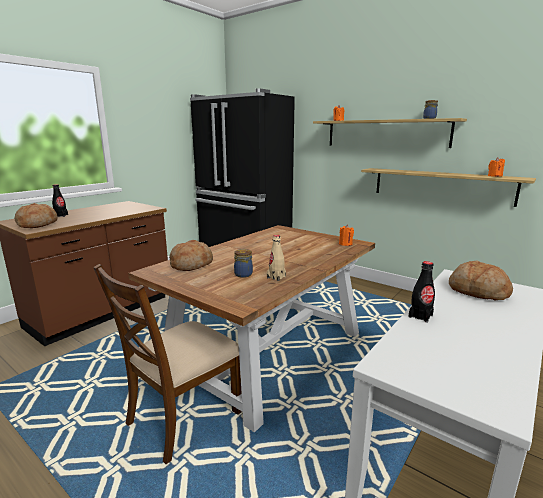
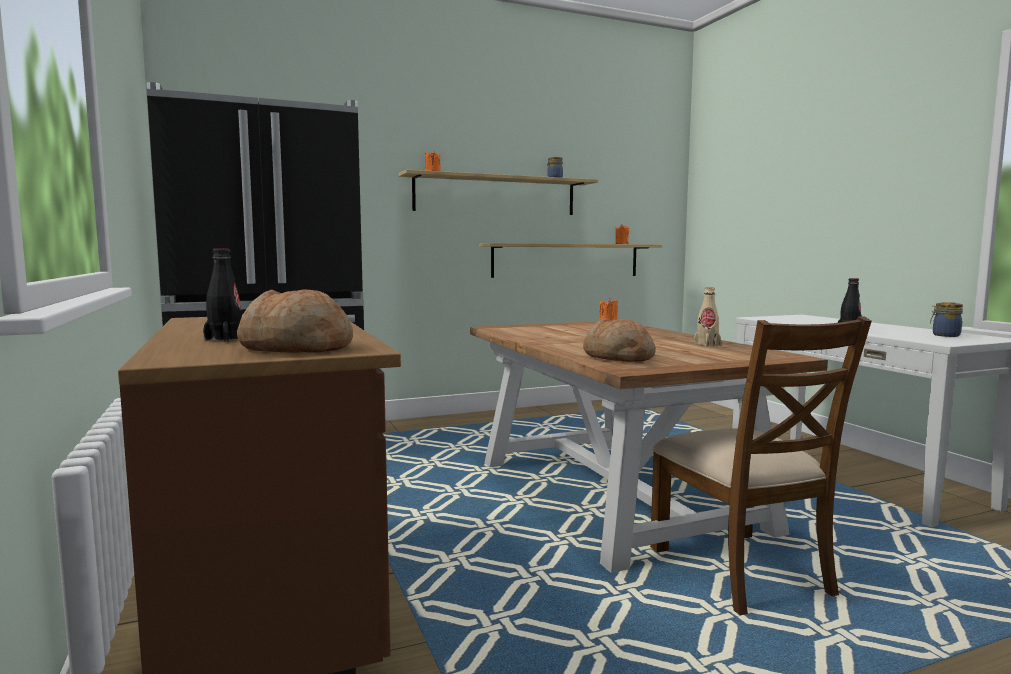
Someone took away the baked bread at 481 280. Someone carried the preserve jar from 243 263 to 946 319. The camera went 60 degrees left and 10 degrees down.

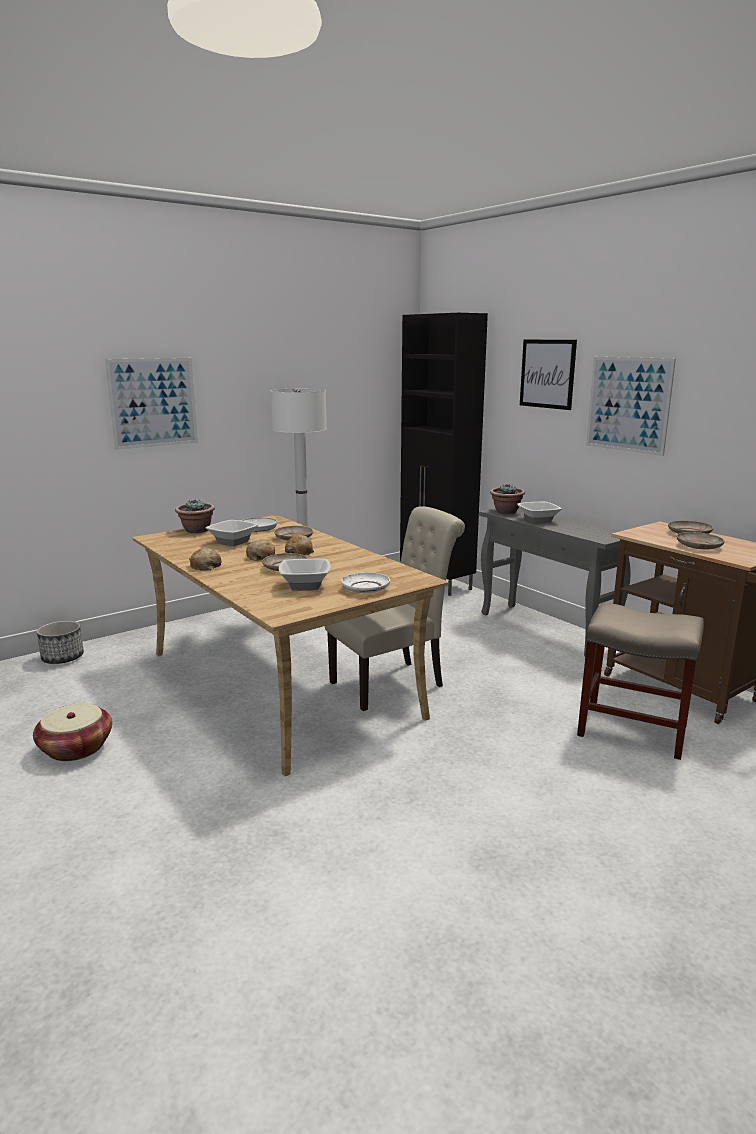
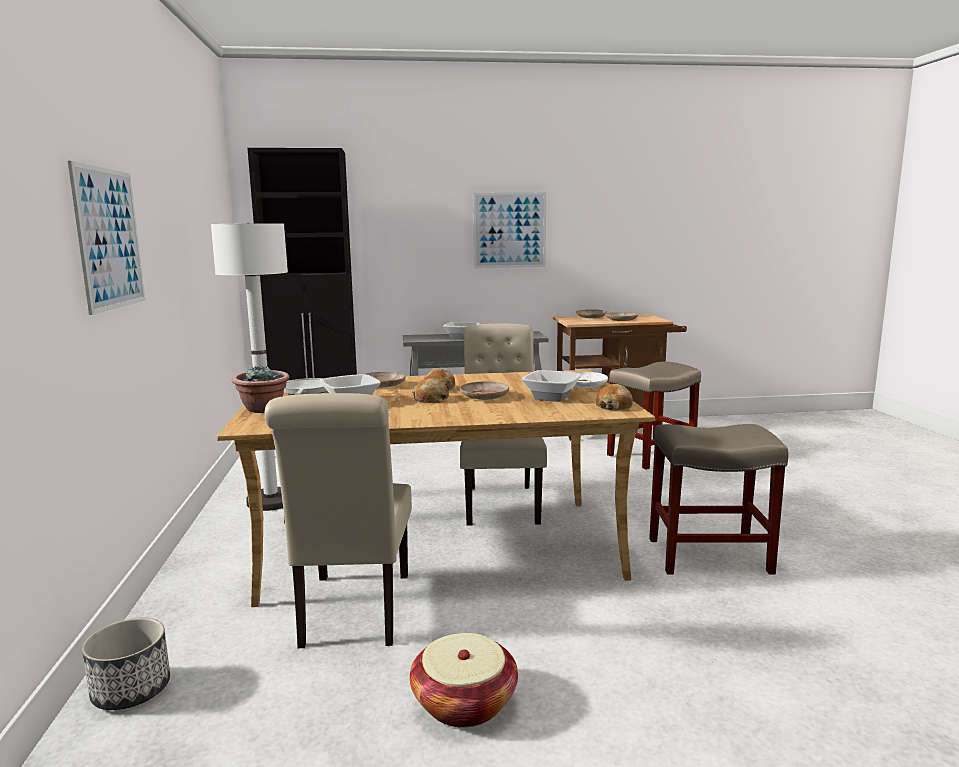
Someone took away the potted plant at 507 499. Someone took away the picture at 548 375. Someone put down the sand-coloured upright chair at 338 520. Someone put down the sand-coloured stool at 718 499. Someone carried the baked bread from 205 559 to 614 397. The camera went 60 degrees left and 5 degrees down.

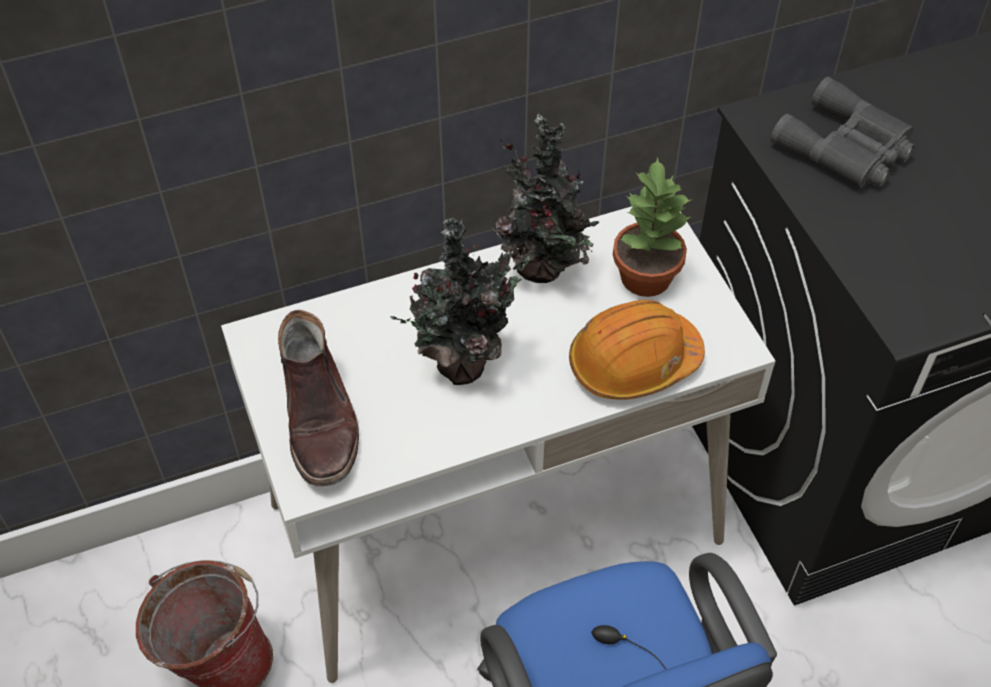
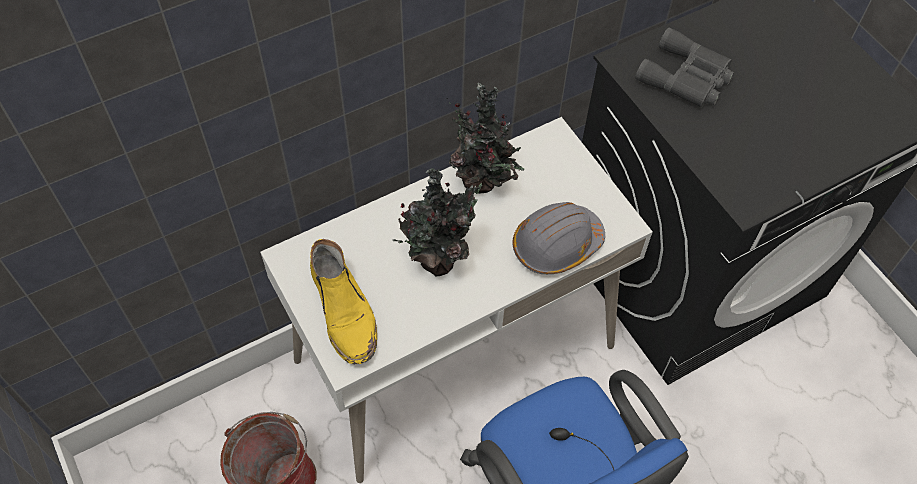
Someone took away the potted plant at 652 227. Someone repainted the brown high-top boot at 318 398, which became the yellow-coloured high-top boot at 343 301. Someone repainted the orangey work helmet at 637 350, which became the grey work helmet at 558 238. The camera went 10 degrees left and 5 degrees up.

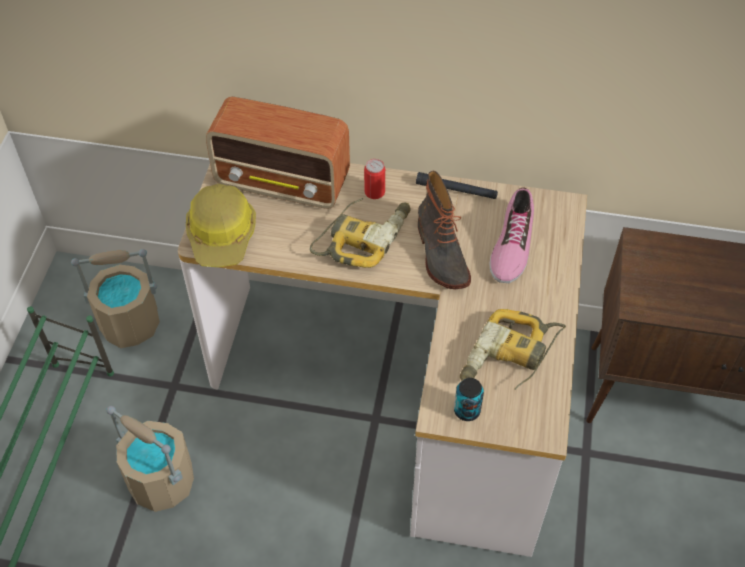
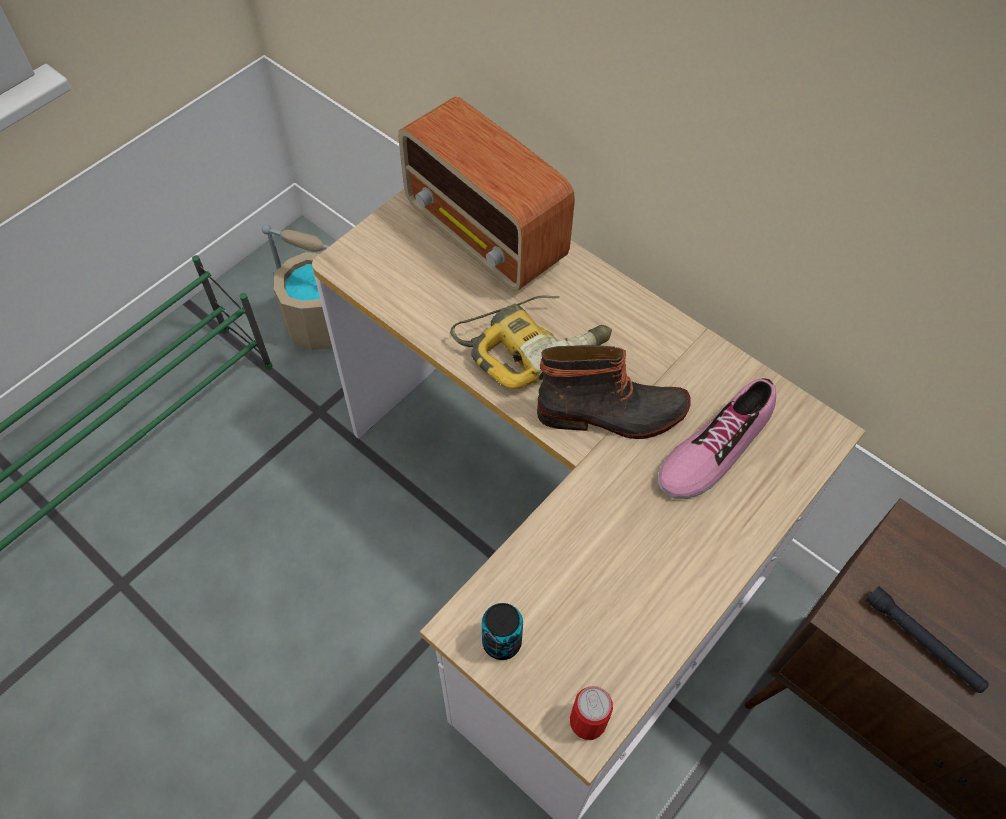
Someone took away the sand-coloured bucket at 150 459. Someone took away the work helmet at 221 225. Someone took away the drill at 513 349. Someone carried the sealed can from 374 179 to 591 713. Someone carried the black hand torch from 457 185 to 927 639. Someone rotated the high-top boot at 444 230 by 105 degrees counterclockwise. The camera went 30 degrees right and 5 degrees up.

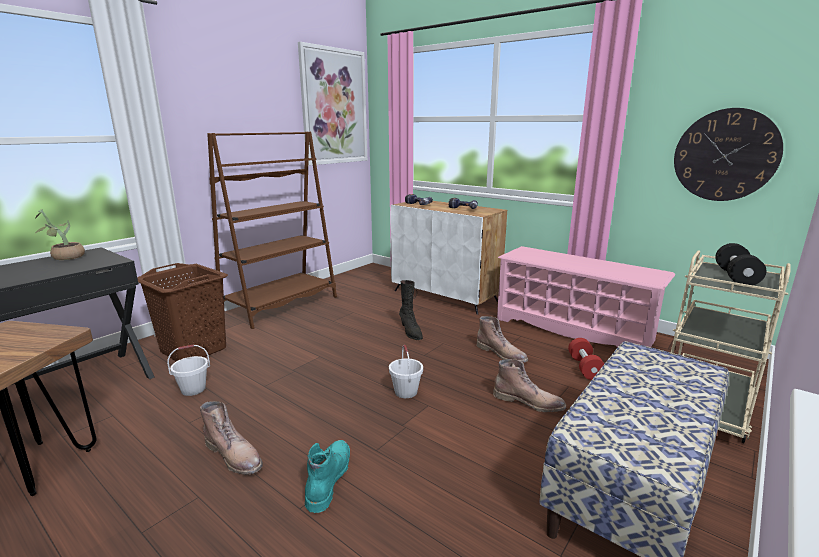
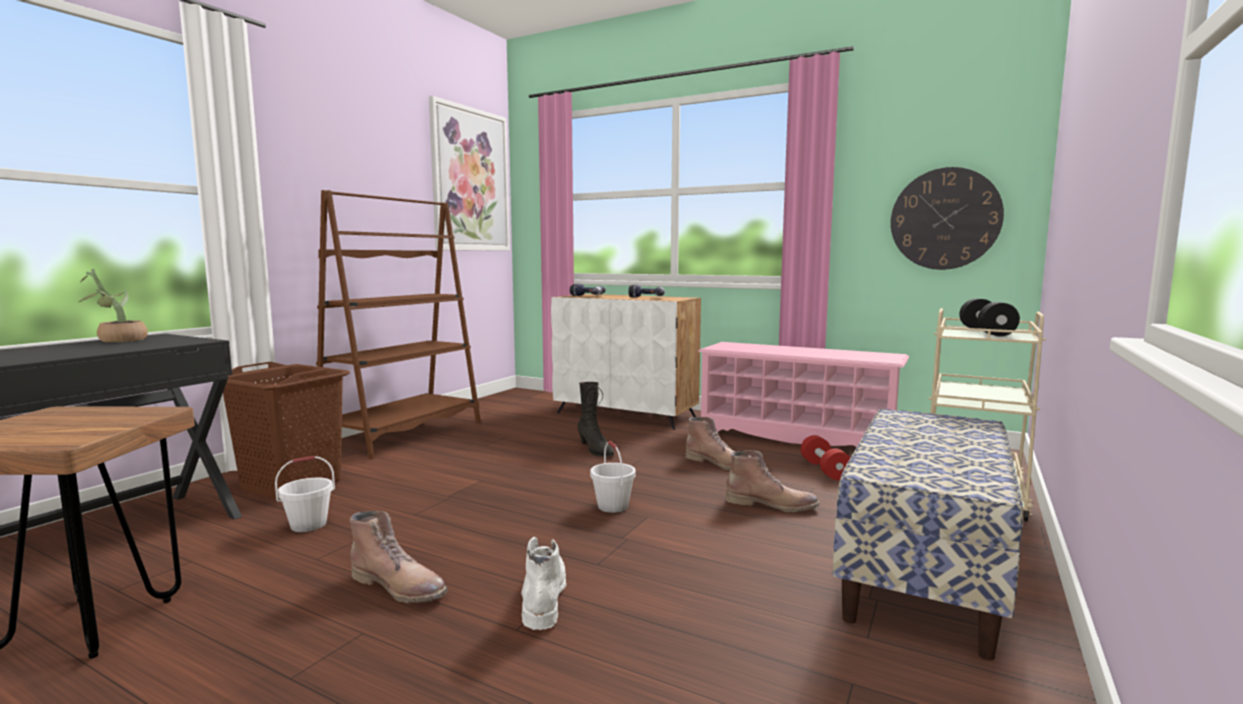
Someone repainted the turquoise-coloured high-top boot at 327 476, which became the whitish high-top boot at 543 583. The camera went 10 degrees left and 10 degrees down.

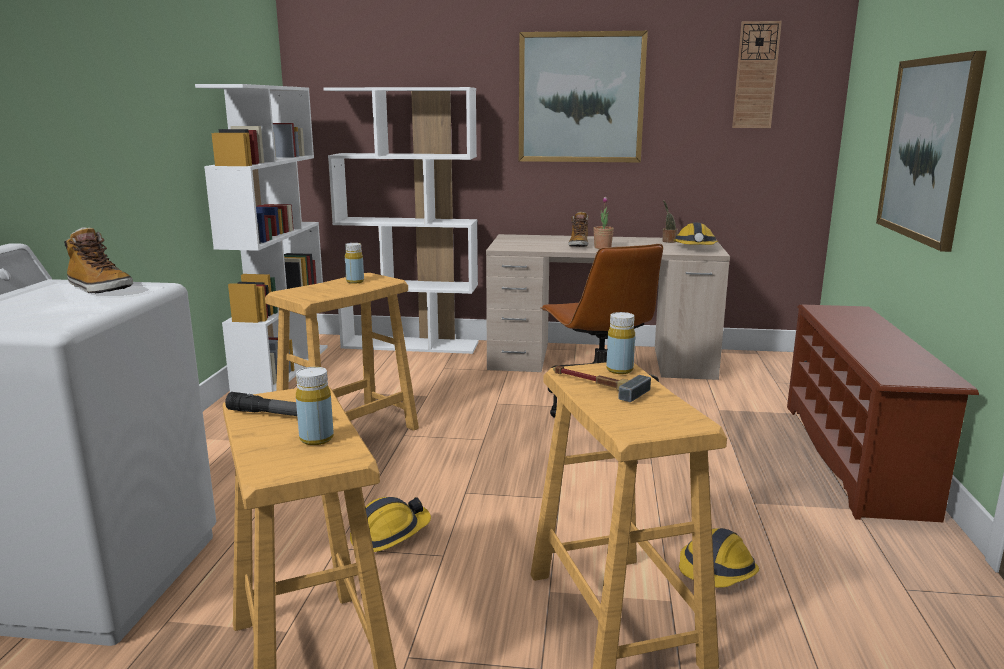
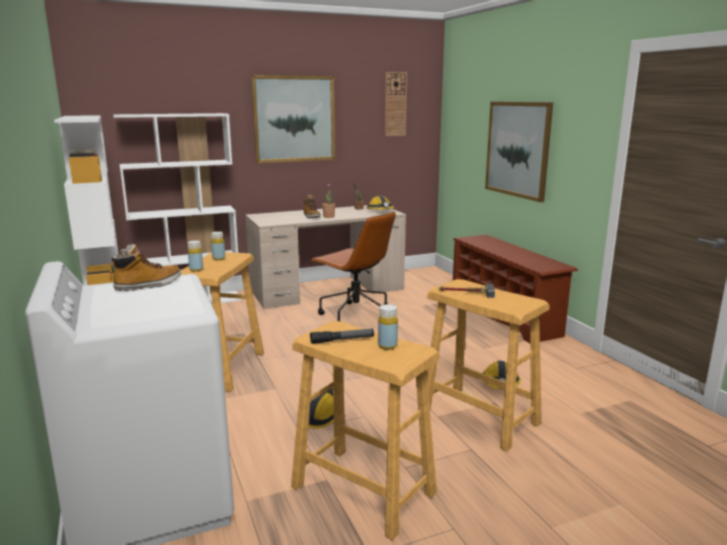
Someone carried the yellow-coloured beverage bottle from 620 343 to 195 256. Someone rotated the high-top boot at 98 260 by 45 degrees counterclockwise. The camera went 30 degrees left and 0 degrees up.

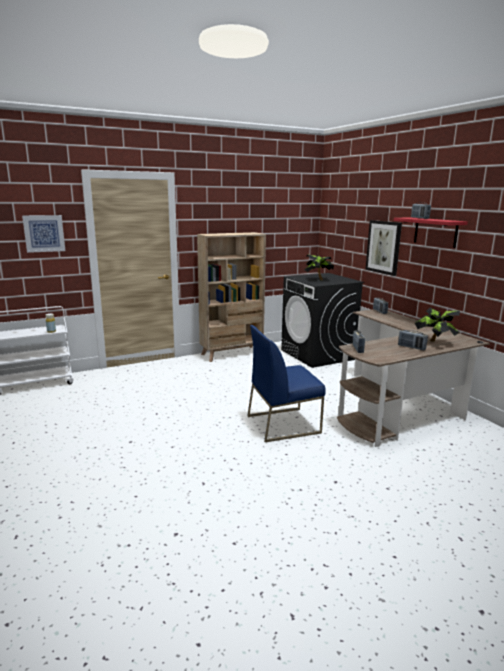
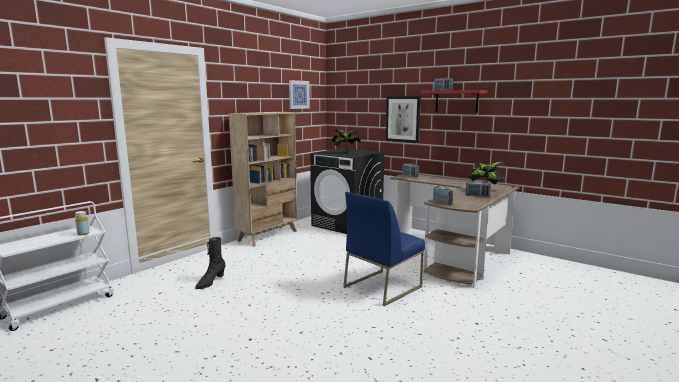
Someone put down the black high-top boot at 210 263. Someone carried the picture from 43 234 to 299 94. The camera went 25 degrees left and 5 degrees down.

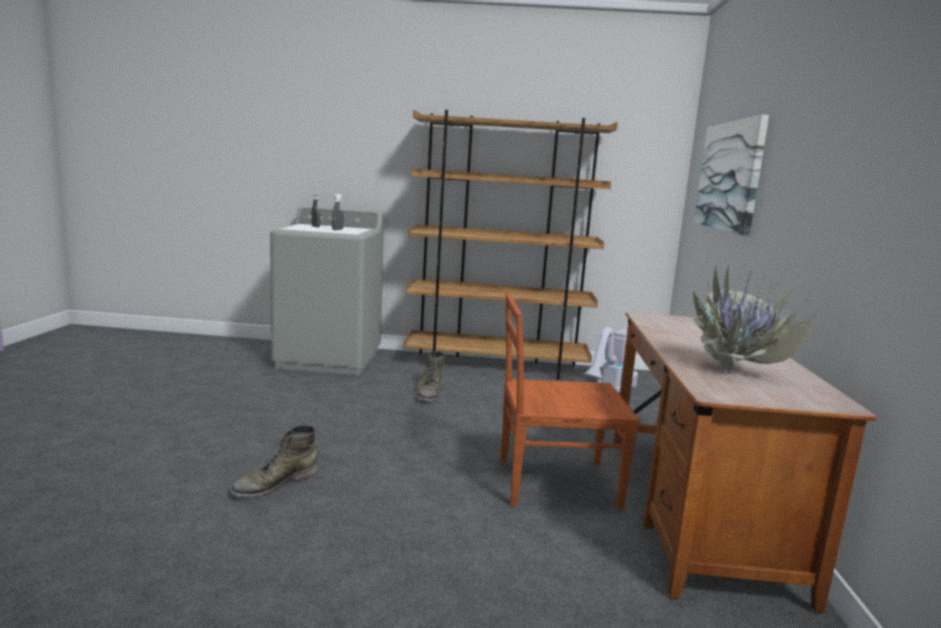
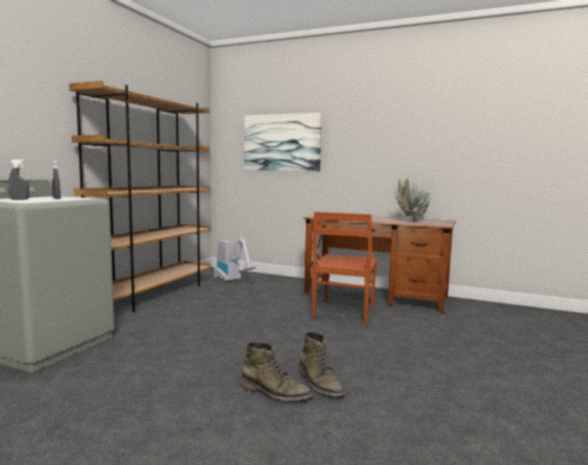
Someone carried the green high-top boot from 430 376 to 276 371. The camera went 70 degrees left and 5 degrees down.

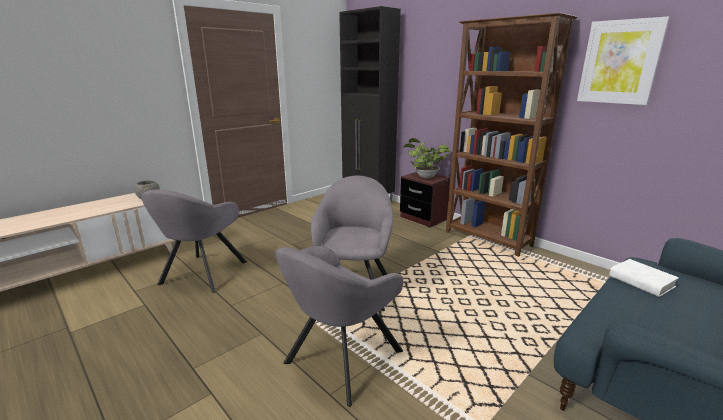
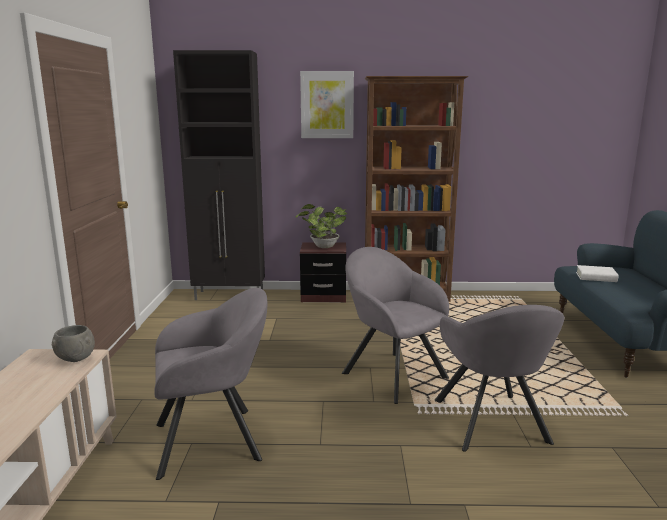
Someone carried the picture from 623 61 to 327 104. Someone rotated the grey easy chair at 194 241 by 75 degrees counterclockwise. The camera went 45 degrees left and 5 degrees down.

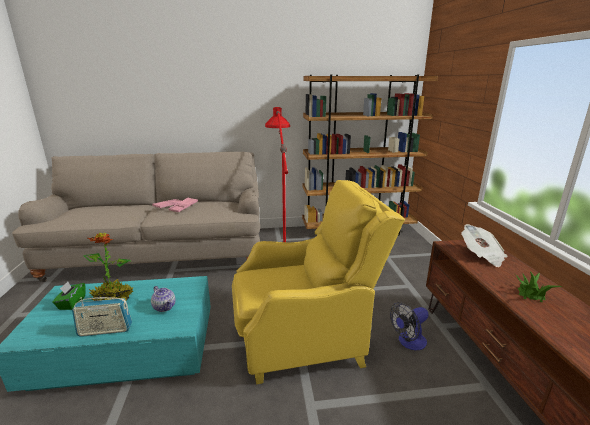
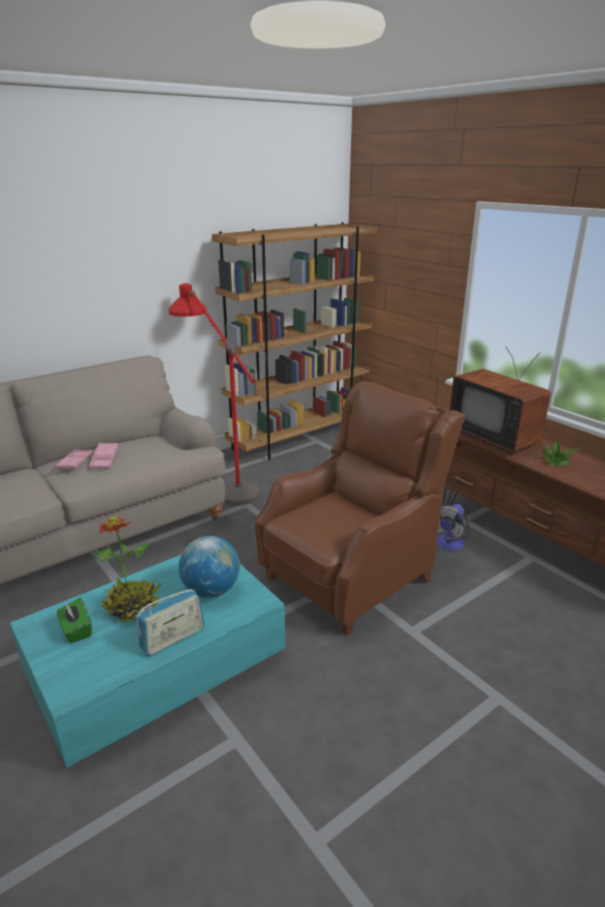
Someone swapped the tea pot at 163 299 for the globe at 209 567. Someone swapped the daily paper at 484 245 for the television at 500 400. Someone repainted the yellow-coloured easy chair at 319 282, which became the brown easy chair at 360 508. The camera went 30 degrees left and 5 degrees up.

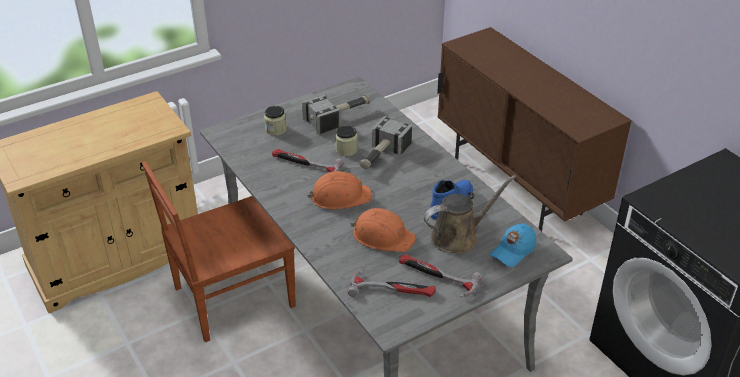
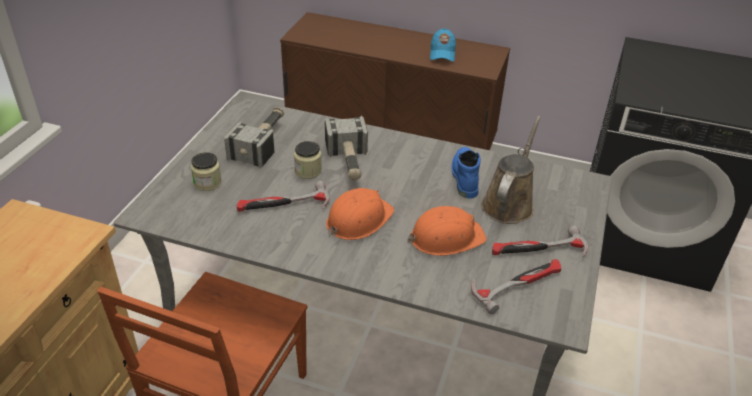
Someone carried the blue-coloured cap from 513 245 to 443 45. The camera went 40 degrees left and 0 degrees up.

